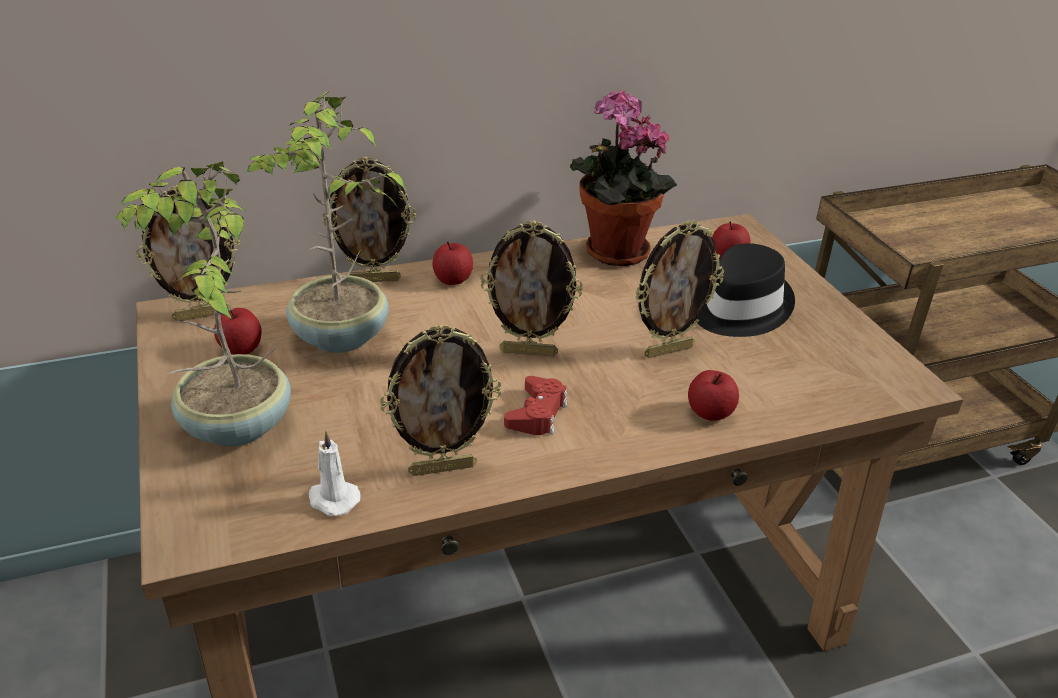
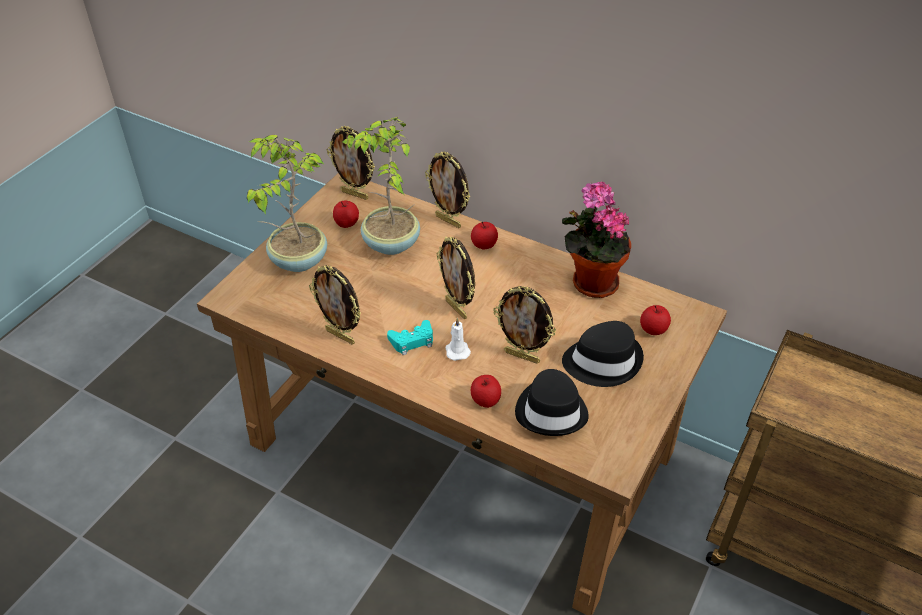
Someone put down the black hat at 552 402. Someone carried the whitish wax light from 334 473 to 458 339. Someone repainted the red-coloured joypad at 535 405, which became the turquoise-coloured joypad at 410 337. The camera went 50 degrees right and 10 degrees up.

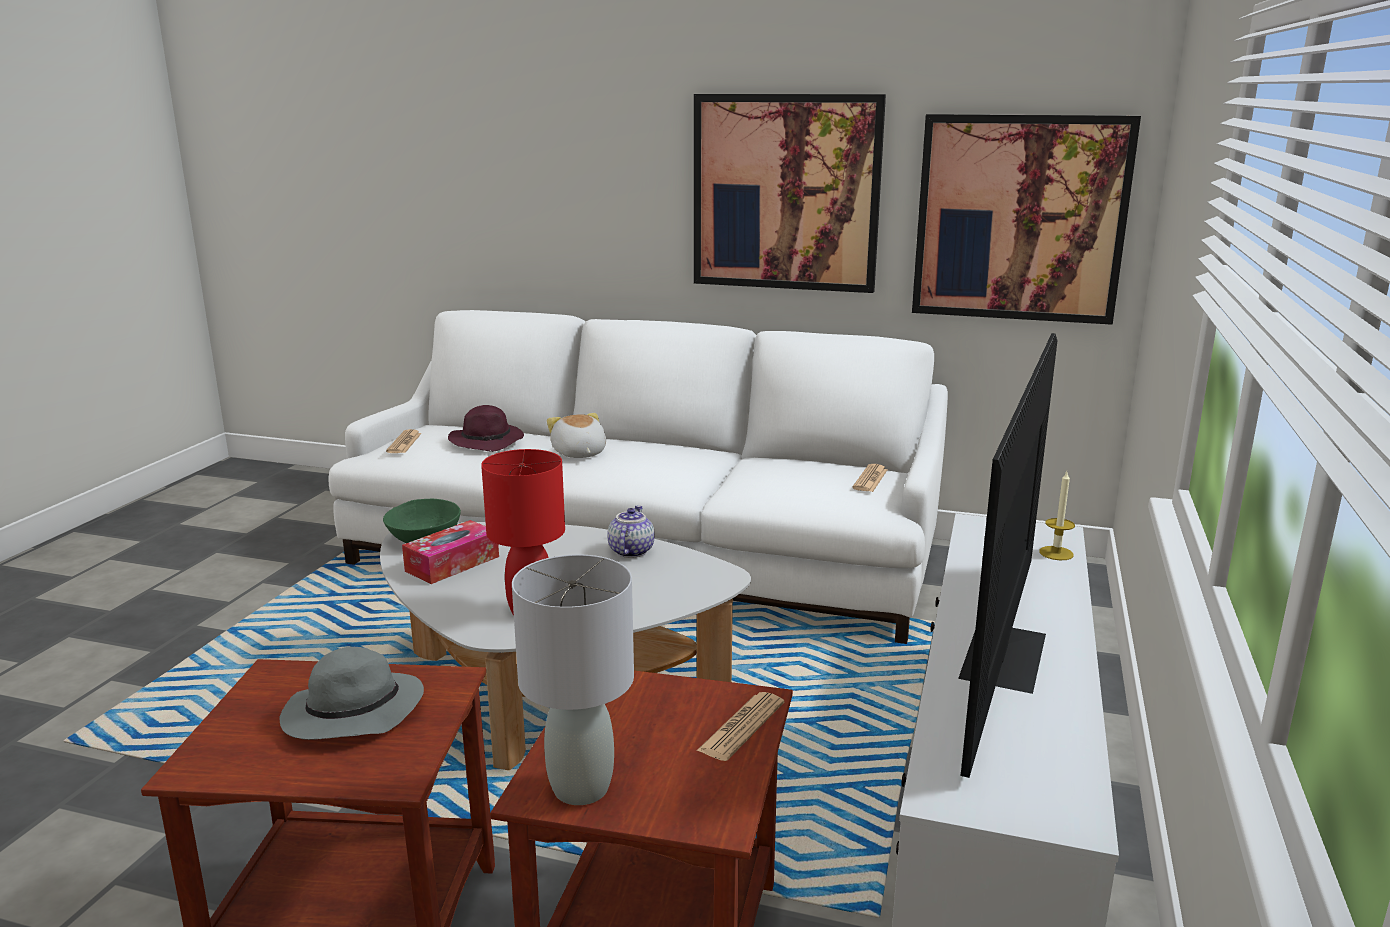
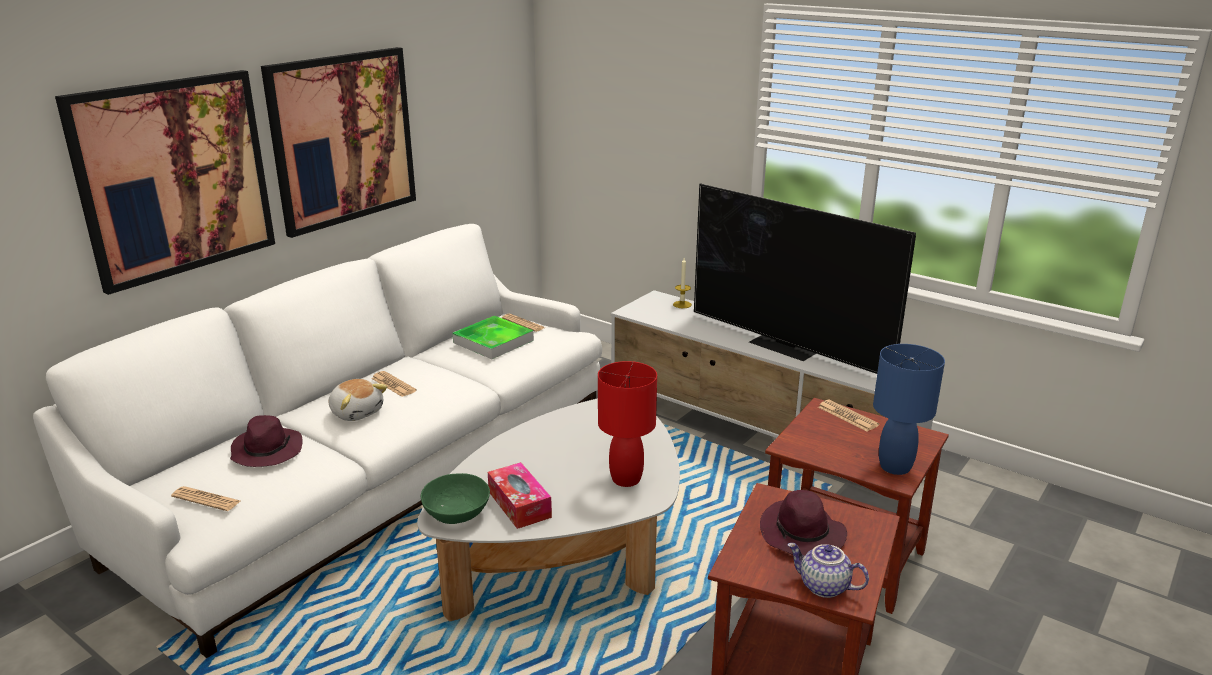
Someone put down the daily paper at 393 384. Someone put down the carrying tray at 493 337. Someone carried the tea pot from 631 532 to 828 570. Someone carried the picture from 1026 219 to 165 182. Someone repainted the grey hat at 352 693, which became the purplish hat at 803 523. Someone repainted the grey tabletop lamp at 573 679, which became the blue-coloured tabletop lamp at 909 409. Someone rotated the plush toy at 576 435 by 135 degrees counterclockwise. The camera went 70 degrees left and 5 degrees up.

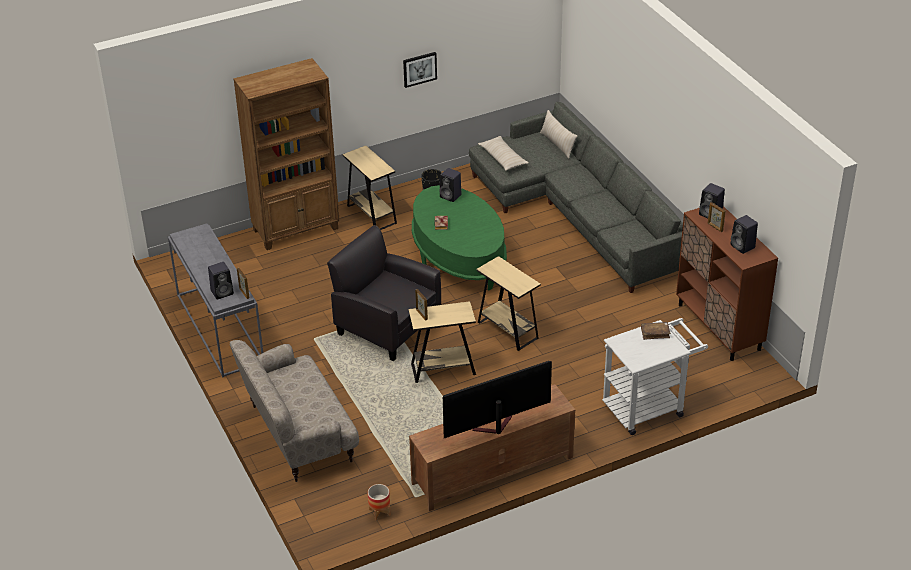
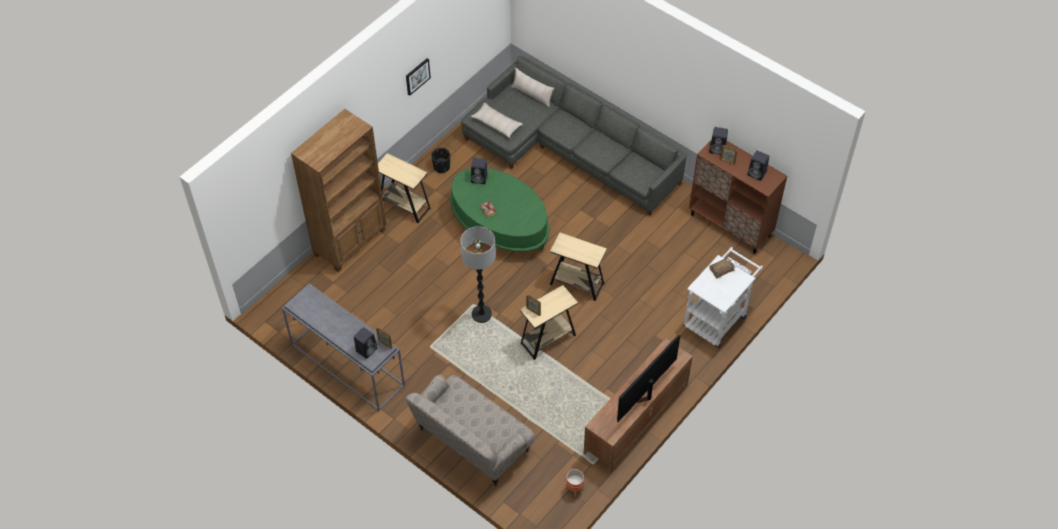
Someone swapped the black easy chair at 384 293 for the standing lamp at 478 274. The camera went 25 degrees left and 15 degrees up.

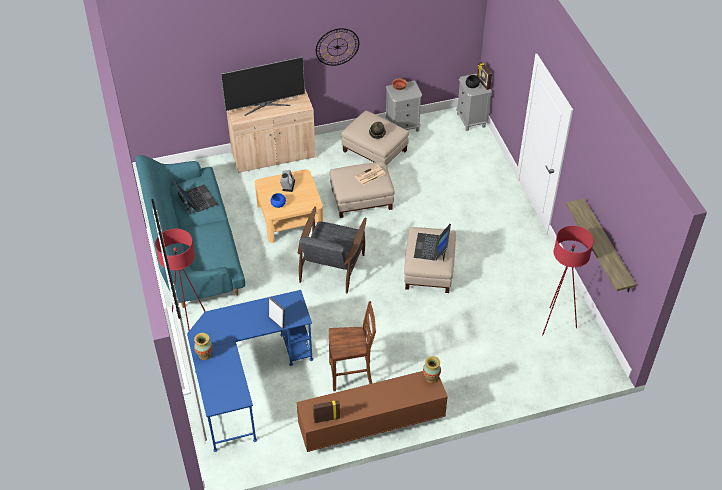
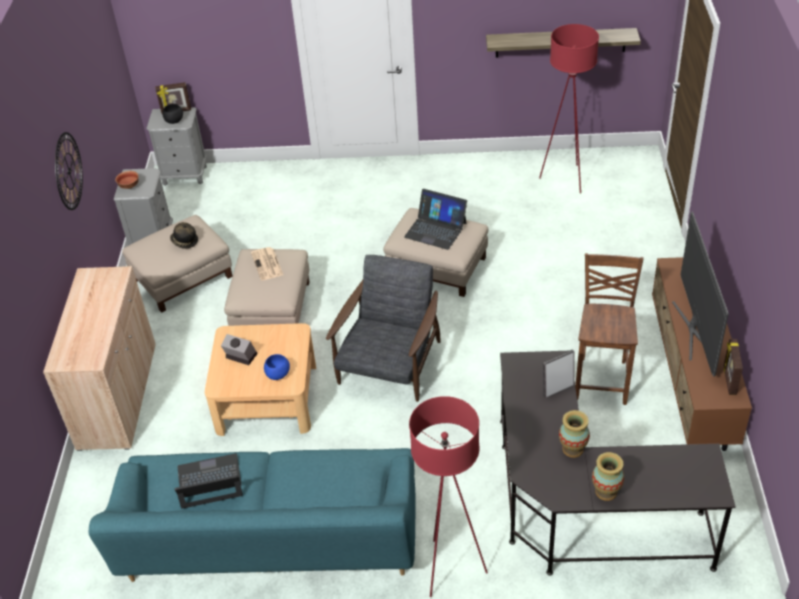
Someone carried the television from 263 86 to 700 294. Someone carried the vase from 432 369 to 574 434. Someone repainted the blue-coloured desk at 250 371, which became the black desk at 618 463. Someone rotated the grey easy chair at 332 250 by 105 degrees counterclockwise. The camera went 70 degrees left and 5 degrees down.

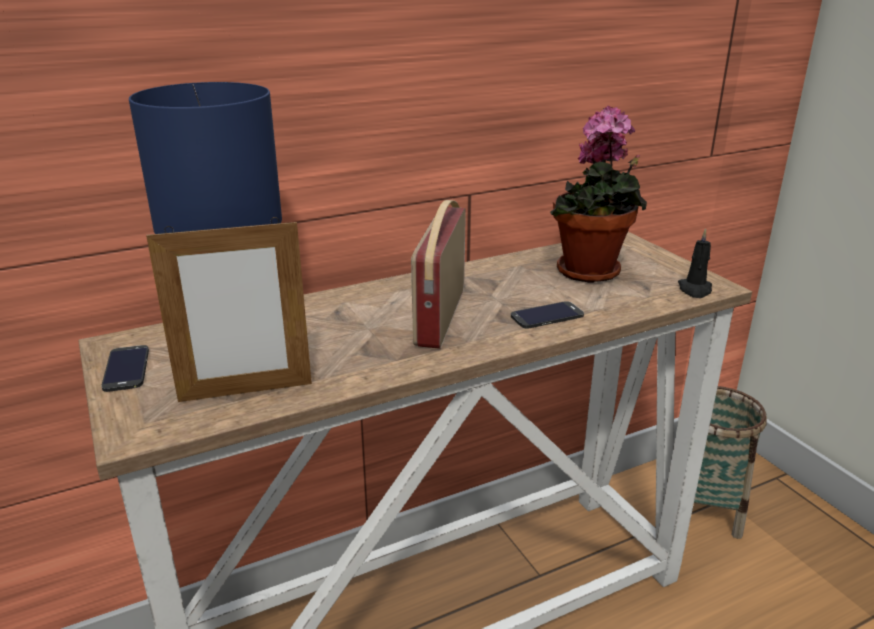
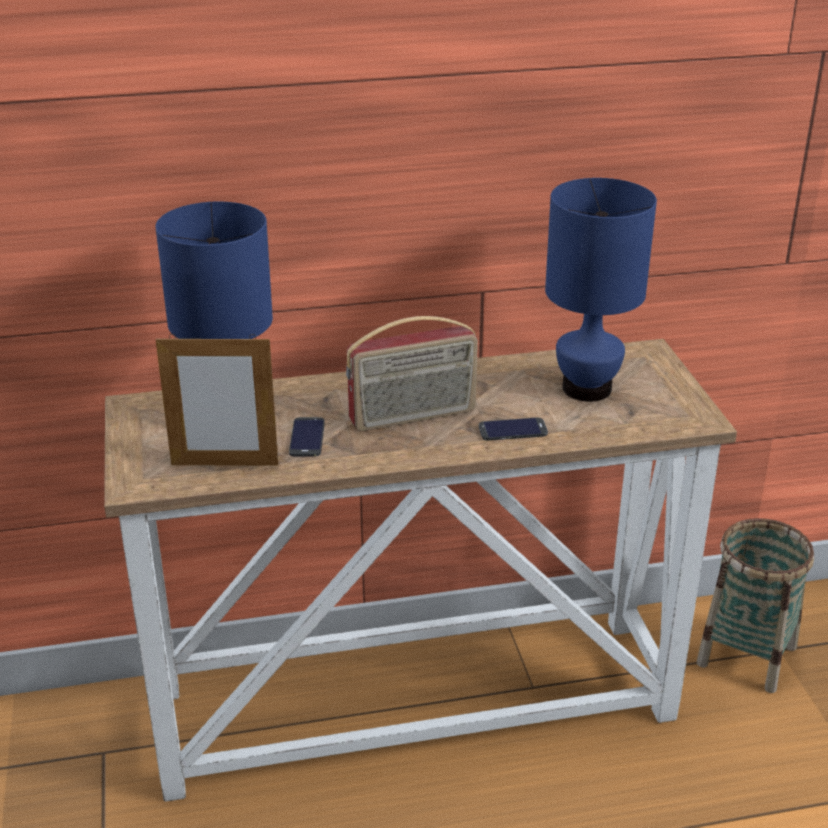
Someone took away the black wax light at 695 263. Someone carried the phone from 125 368 to 307 437. Someone swapped the potted plant at 598 194 for the blue-coloured tabletop lamp at 601 290. Someone rotated the radio receiver at 438 274 by 135 degrees counterclockwise. The camera went 15 degrees right and 5 degrees up.

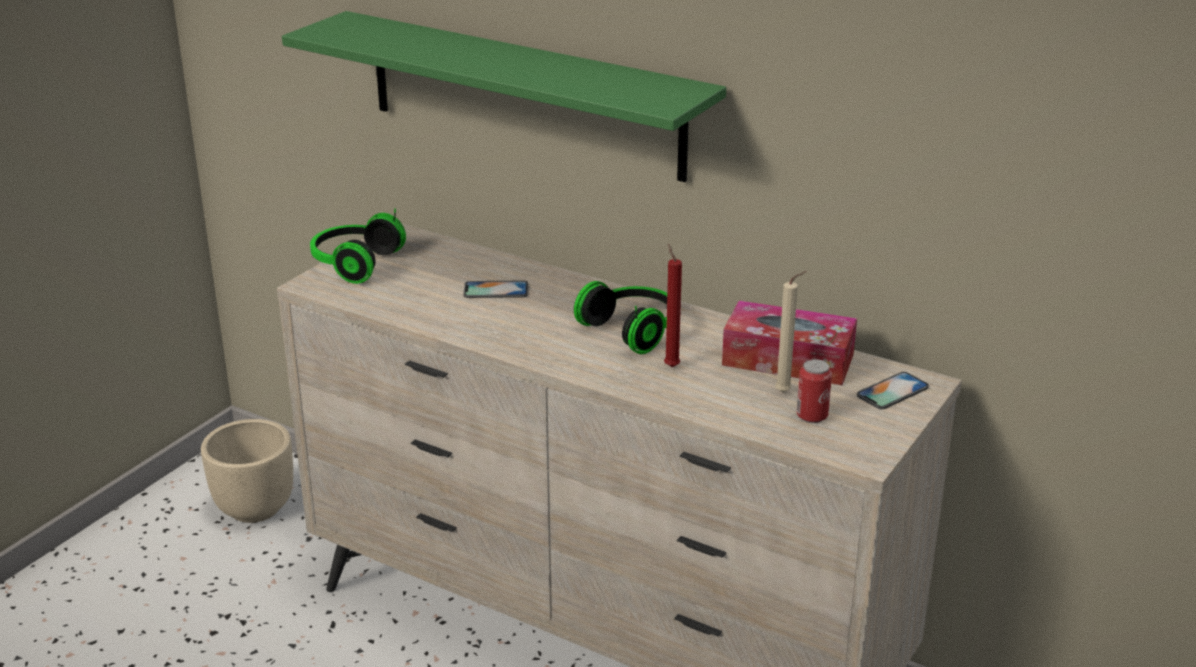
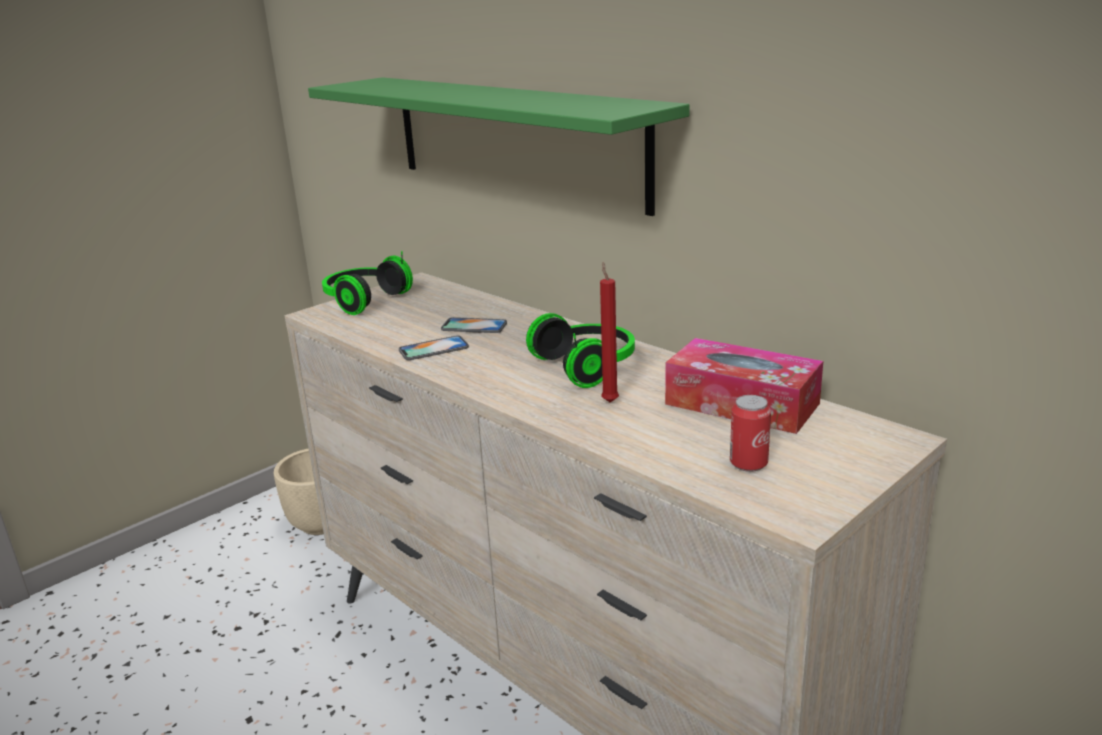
Someone took away the sand-coloured wax light at 790 331. Someone carried the phone from 893 390 to 434 347. The camera went 15 degrees right and 5 degrees down.

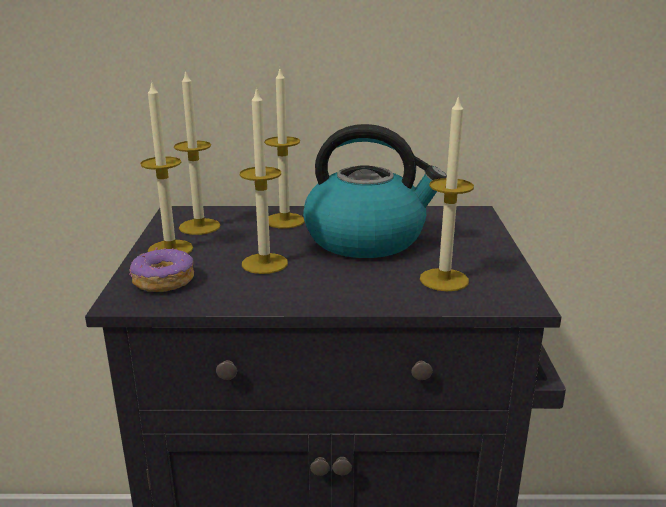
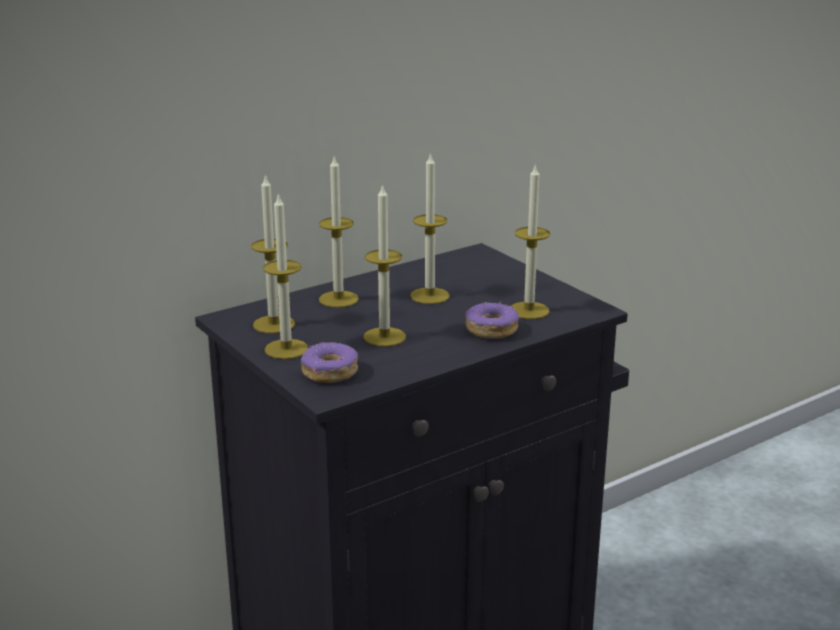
Someone put down the doughnut at 492 320. Someone swapped the kettle at 375 191 for the wax light at 430 228. The camera went 35 degrees left and 0 degrees up.

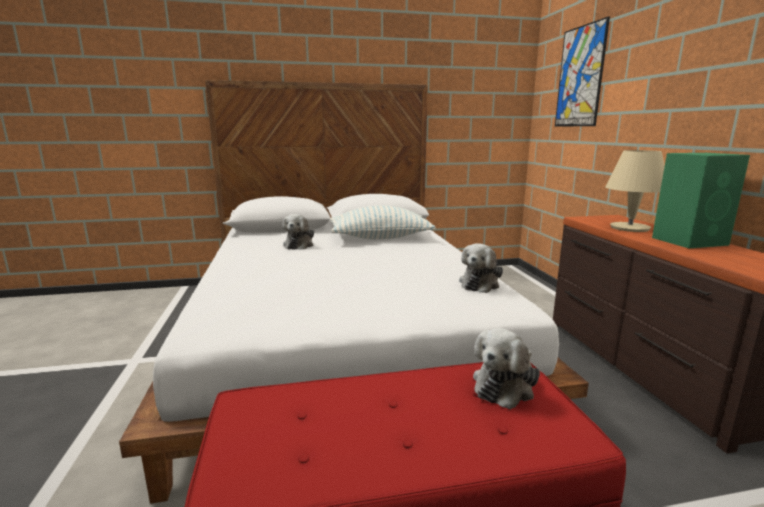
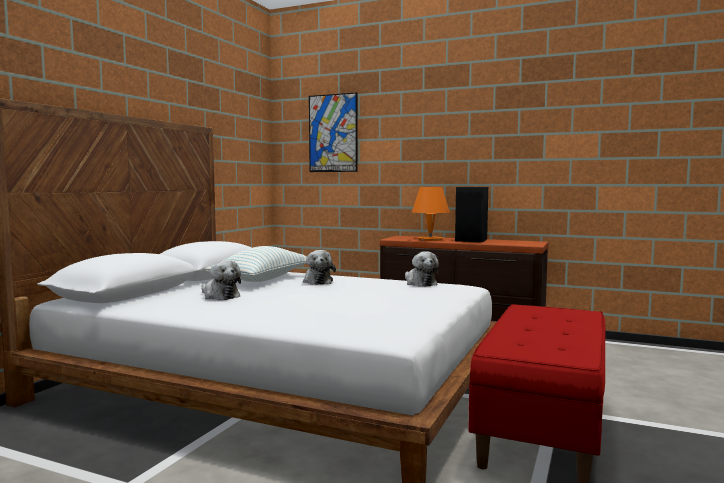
Someone carried the plush toy from 506 368 to 319 267. Someone repainted the sand-coloured tabletop lamp at 635 191, which became the orangey tabletop lamp at 431 214. Someone repainted the green speaker at 701 200, which became the black speaker at 471 214. The camera went 55 degrees left and 10 degrees down.

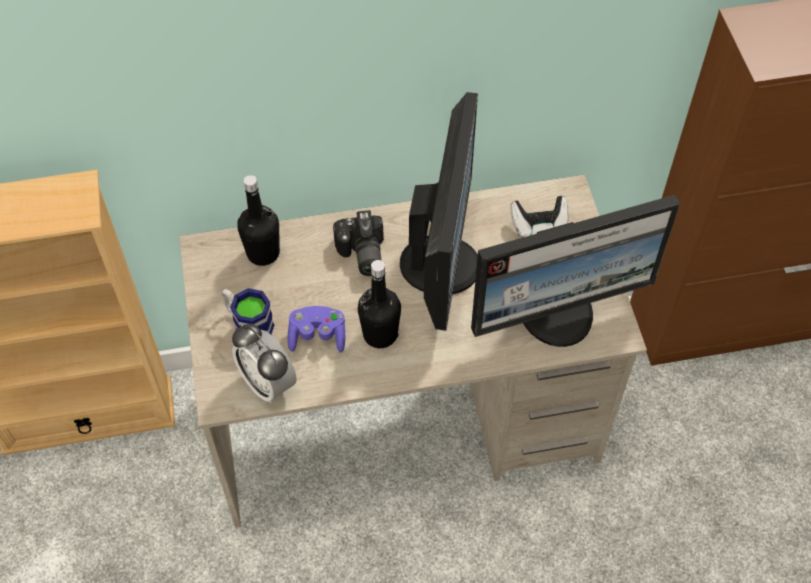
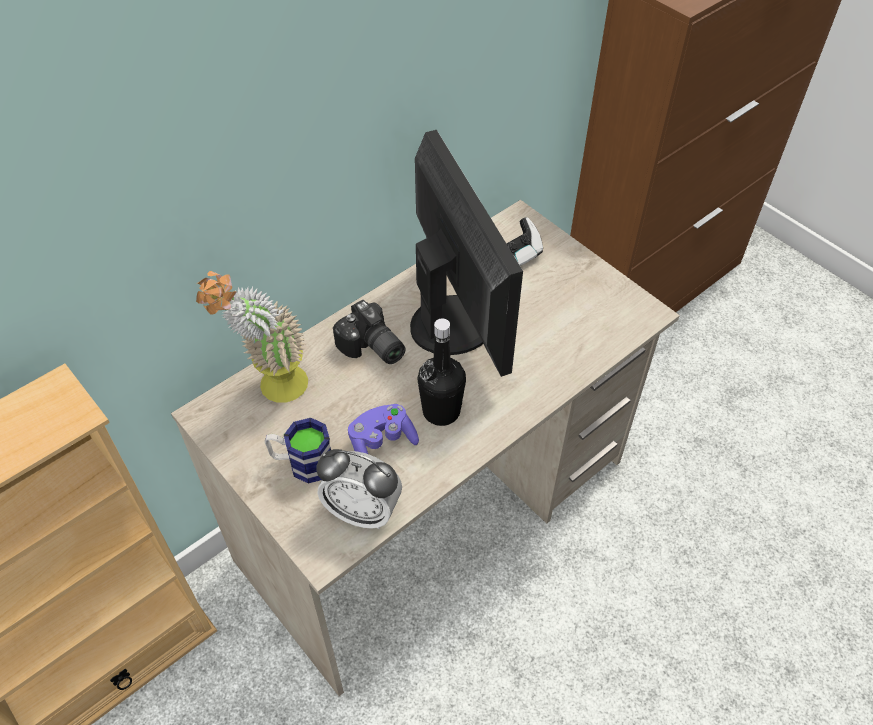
Someone took away the computer display at 575 271. Someone swapped the black beverage bottle at 258 220 for the potted plant at 252 337. The camera went 30 degrees left and 5 degrees down.

